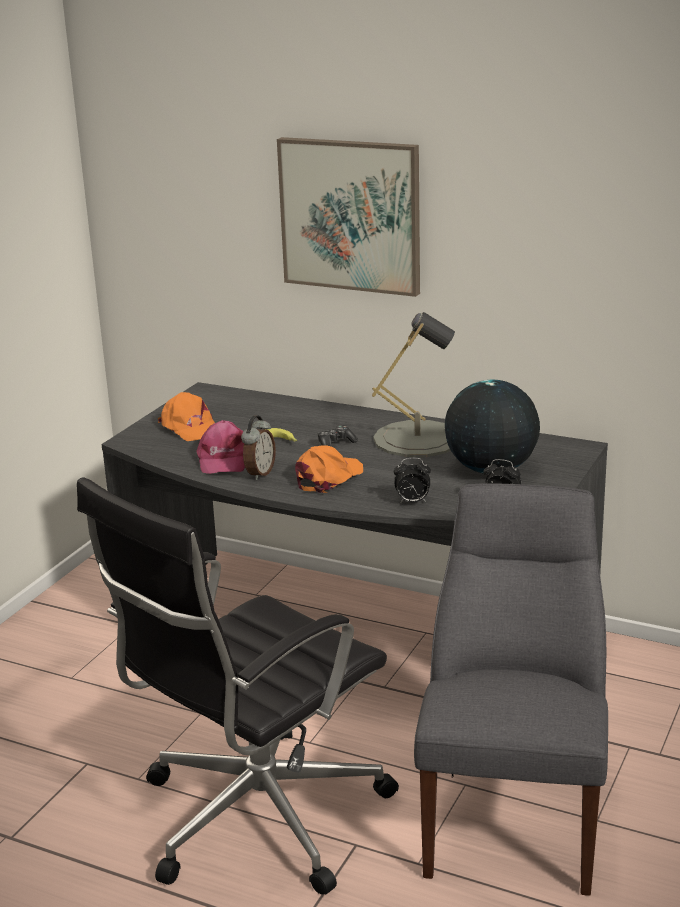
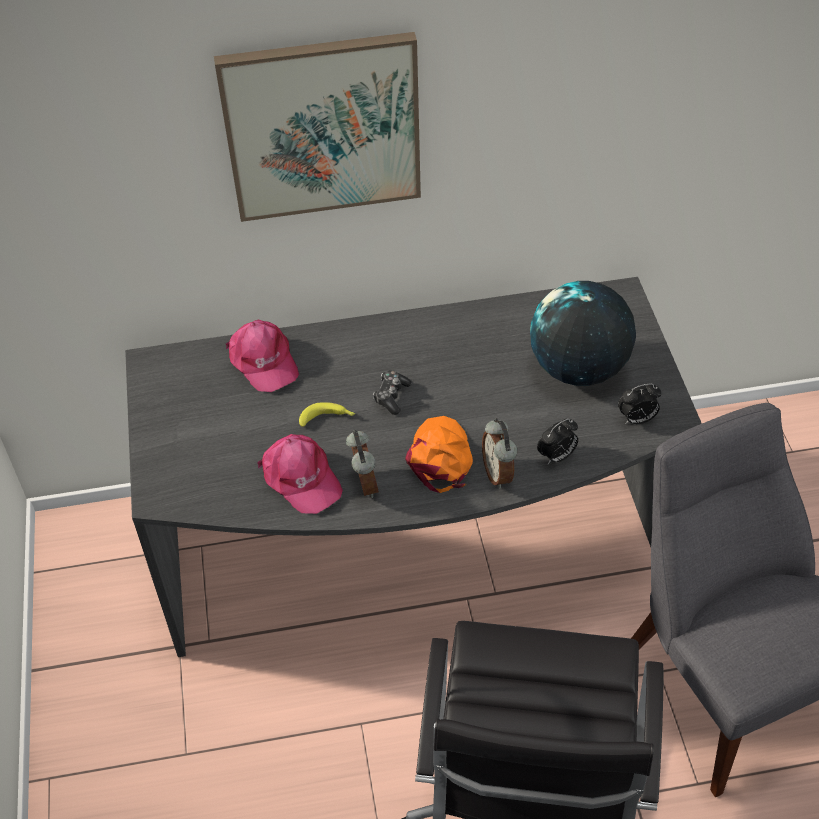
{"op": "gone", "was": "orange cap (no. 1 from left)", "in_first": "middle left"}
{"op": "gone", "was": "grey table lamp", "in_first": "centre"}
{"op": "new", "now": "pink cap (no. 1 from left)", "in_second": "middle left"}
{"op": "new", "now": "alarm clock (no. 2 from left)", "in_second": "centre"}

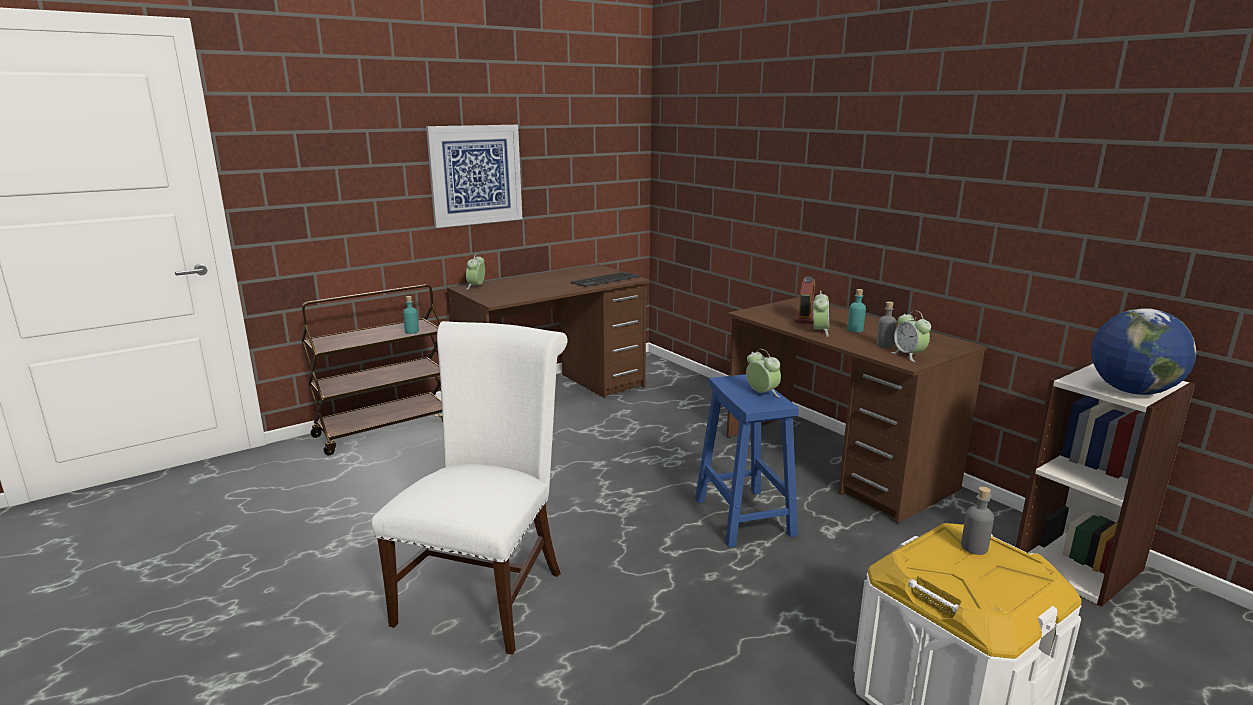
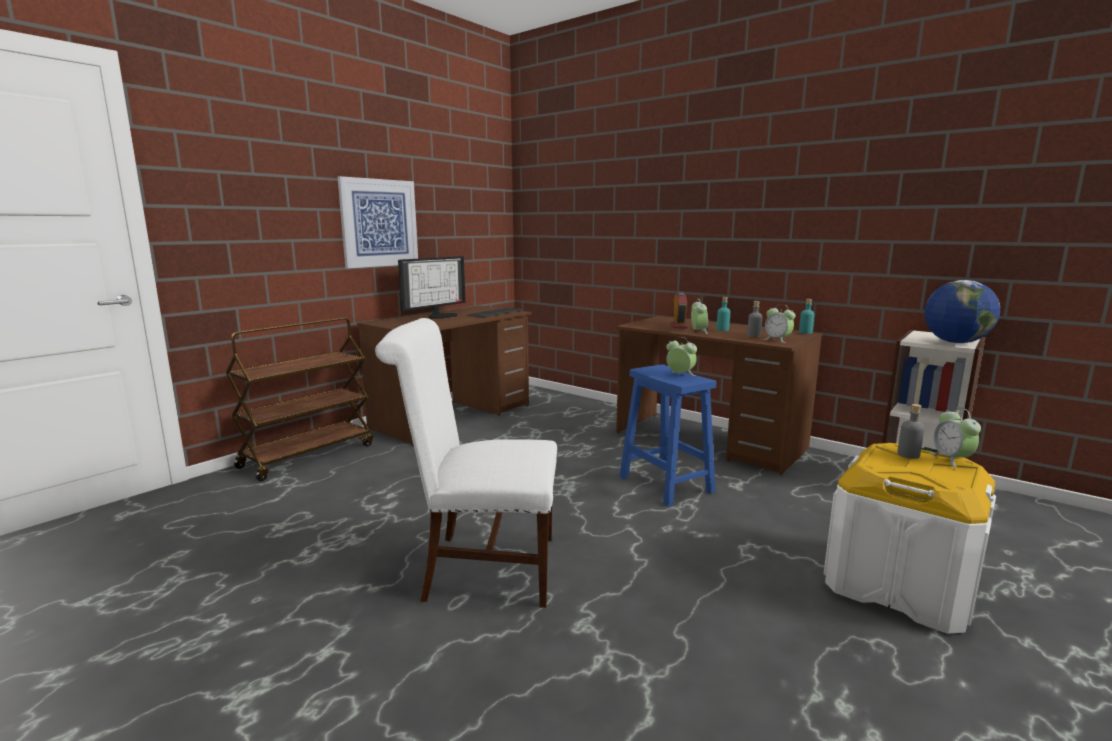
{"op": "rotated", "was": "white chair", "in_first": "bottom centre", "in_second": "centre", "clockwise": -90}
{"op": "shifted", "was": "turquoise bottle (no. 1 from left in the first image)", "now": "turquoise bottle (no. 2 from left)", "in_first": "middle left", "in_second": "middle right"}
{"op": "shifted", "was": "alarm clock (no. 1 from left in the first image)", "now": "alarm clock (no. 5 from left)", "in_first": "centre", "in_second": "middle right"}
{"op": "new", "now": "monitor", "in_second": "centre"}

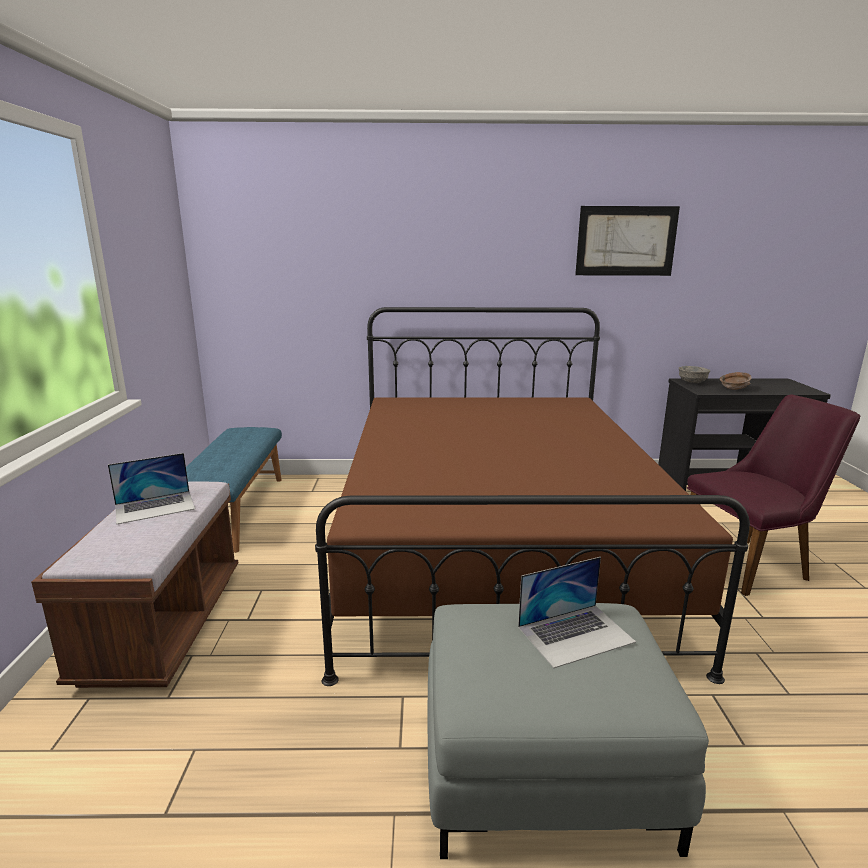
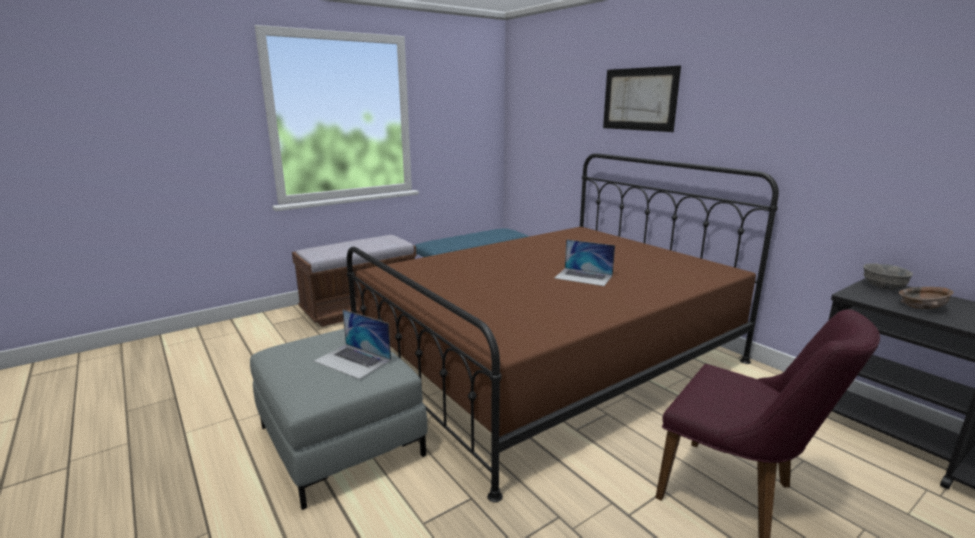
{"op": "shifted", "was": "laptop (no. 1 from left in the first image)", "now": "laptop (no. 2 from left)", "in_first": "middle left", "in_second": "centre"}
{"op": "shifted", "was": "picture", "in_first": "top right", "in_second": "top centre"}

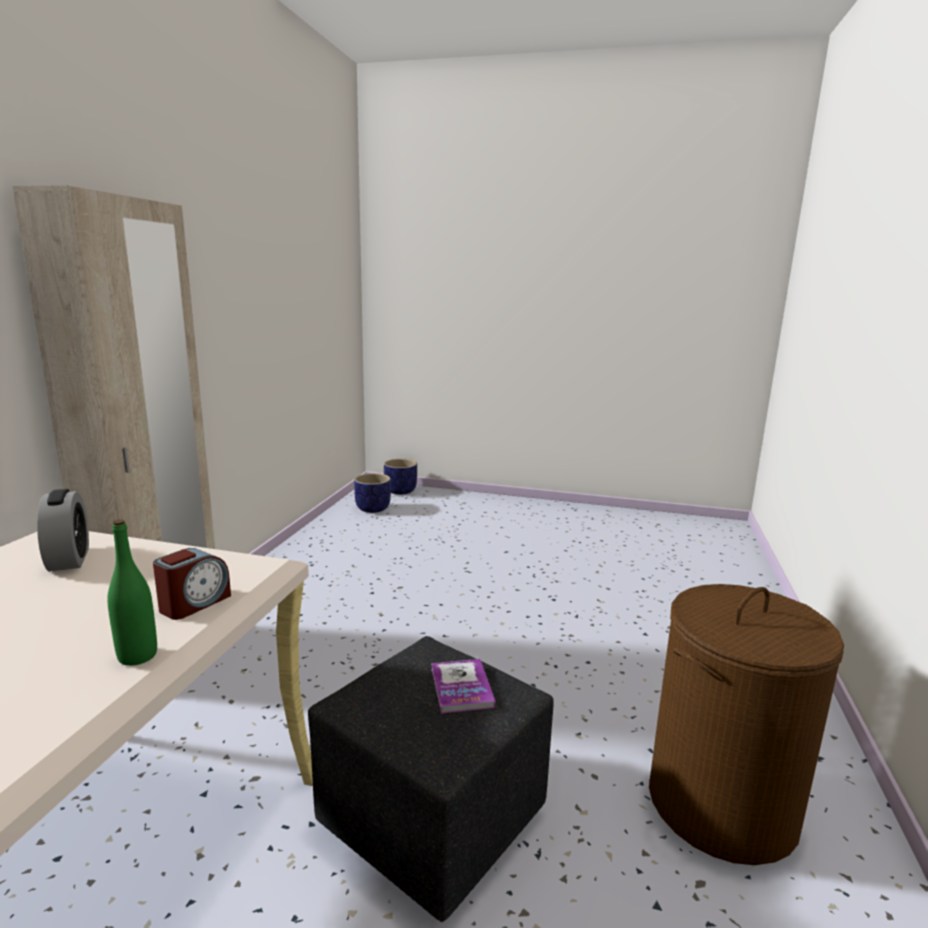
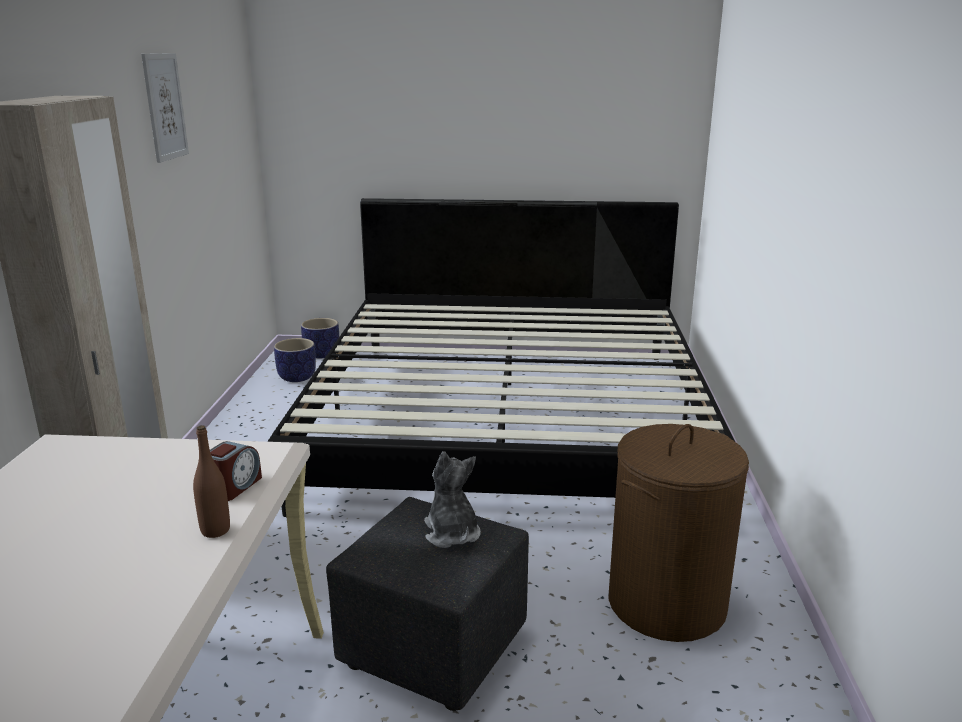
{"op": "gone", "was": "alarm clock (no. 1 from left)", "in_first": "middle left"}
{"op": "repainted", "was": "green bottle", "now": "brown bottle", "in_first": "middle left", "in_second": "middle left"}
{"op": "swapped", "was": "book", "now": "plush toy", "in_first": "bottom centre", "in_second": "bottom centre"}
{"op": "new", "now": "picture", "in_second": "top left"}
{"op": "new", "now": "bed", "in_second": "centre"}

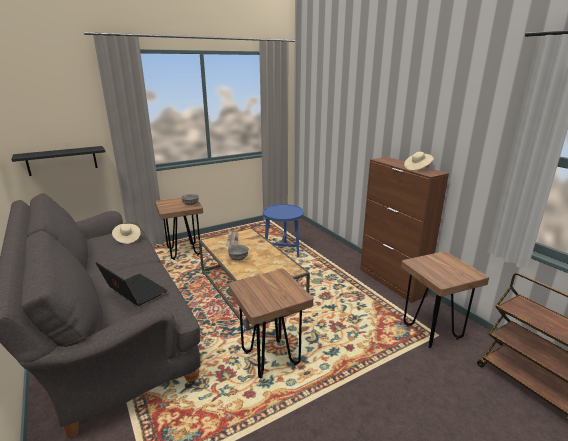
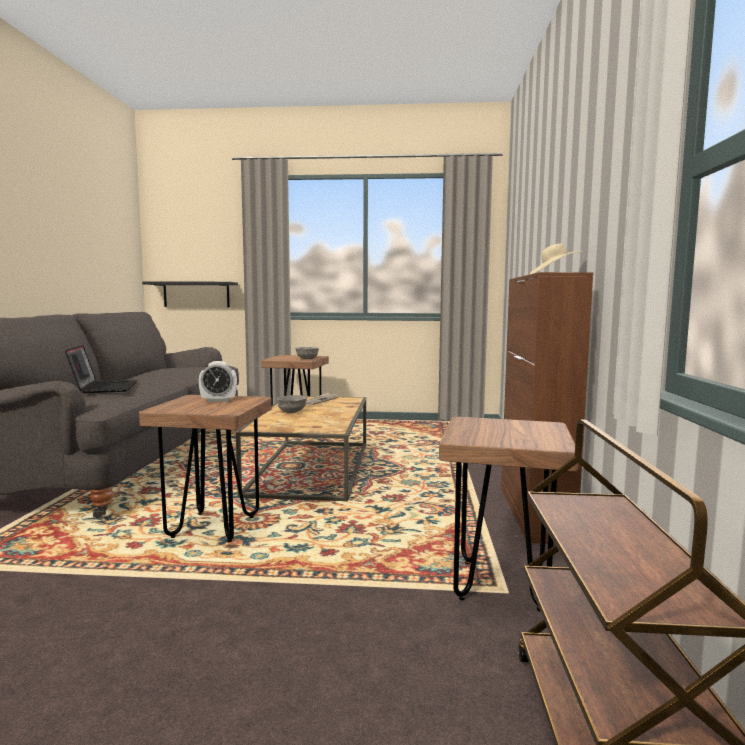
{"op": "gone", "was": "beige hat (no. 1 from left)", "in_first": "middle left"}
{"op": "gone", "was": "blue side table", "in_first": "centre"}
{"op": "new", "now": "alarm clock", "in_second": "middle left"}

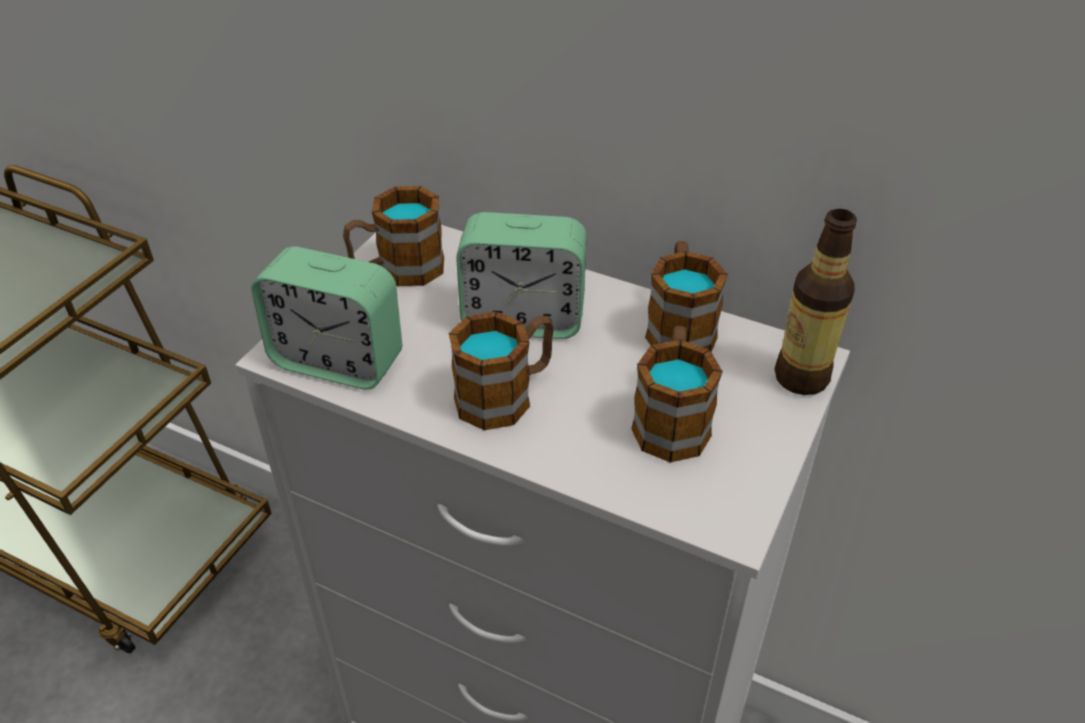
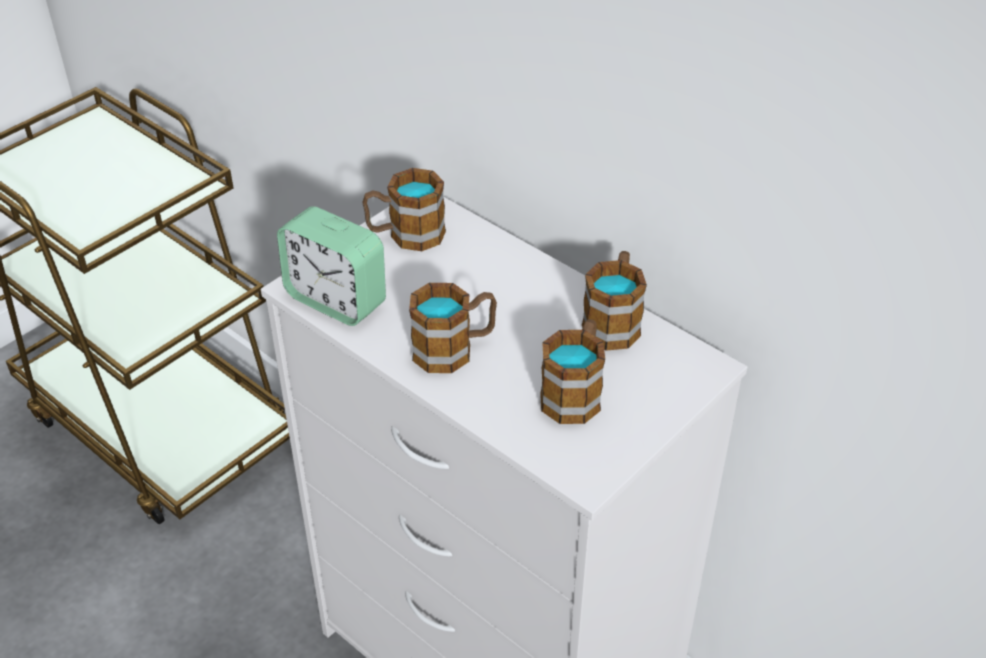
{"op": "gone", "was": "alarm clock (no. 2 from left)", "in_first": "centre"}
{"op": "gone", "was": "bottle", "in_first": "middle right"}

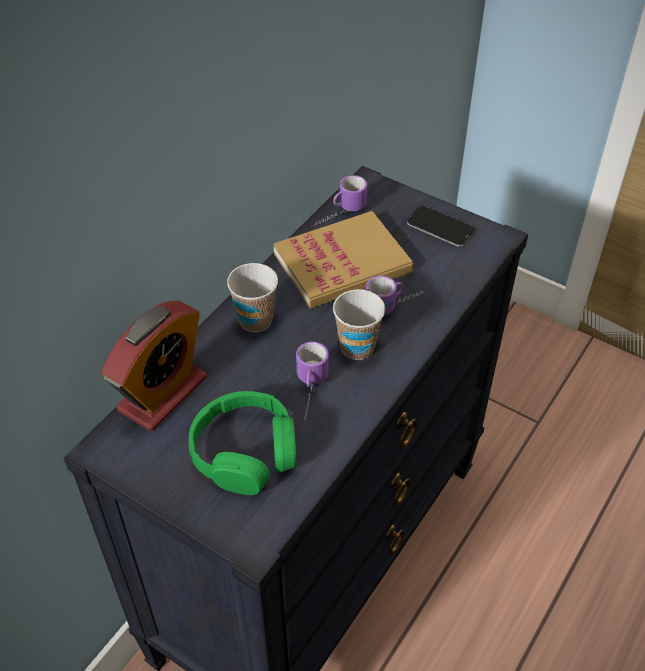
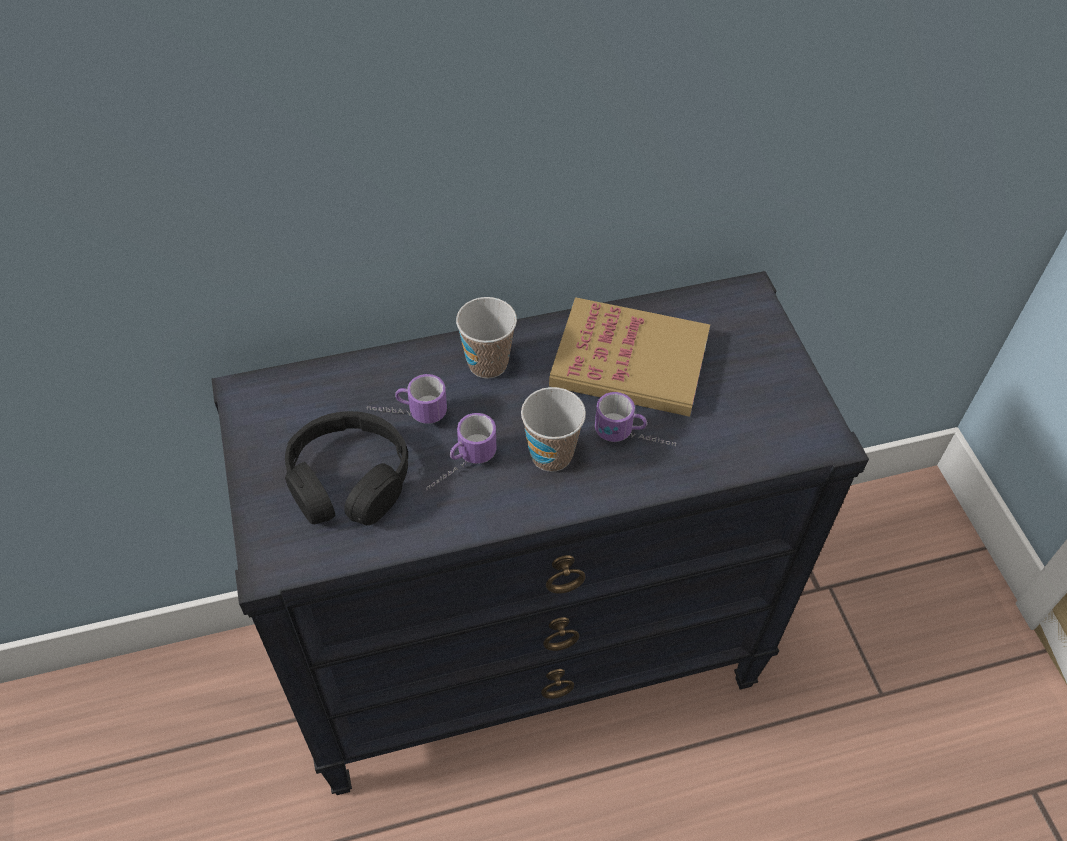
{"op": "gone", "was": "alarm clock", "in_first": "middle left"}
{"op": "repainted", "was": "green headphones", "now": "black headphones", "in_first": "centre", "in_second": "middle left"}
{"op": "shifted", "was": "mug (no. 2 from left in the first image)", "now": "mug (no. 1 from left)", "in_first": "top centre", "in_second": "centre"}
{"op": "gone", "was": "phone", "in_first": "middle right"}

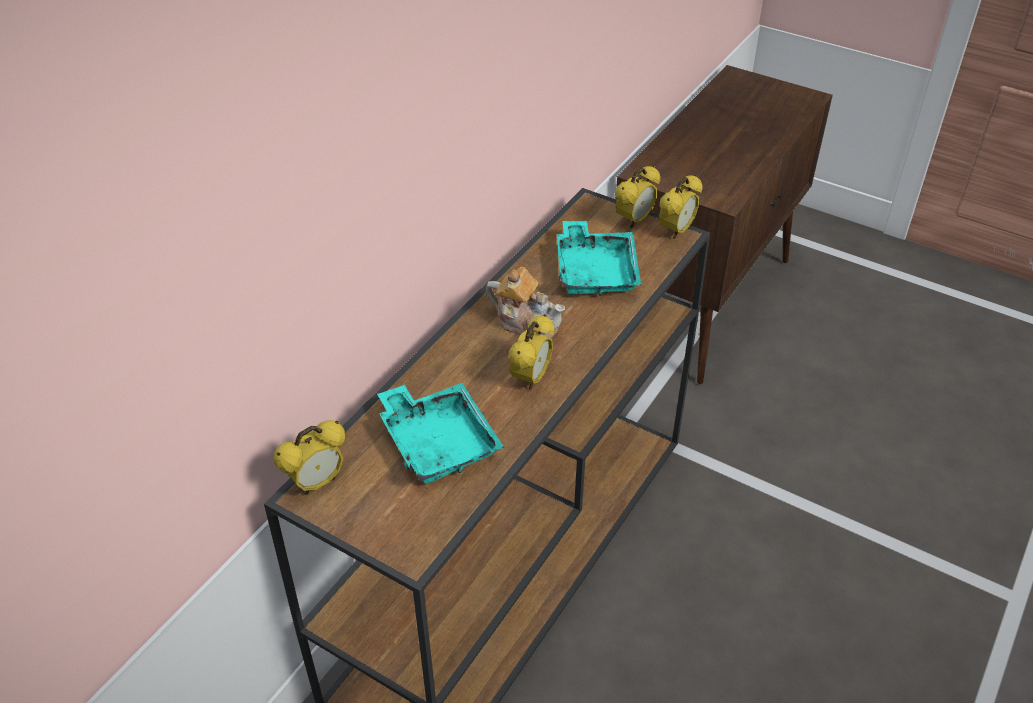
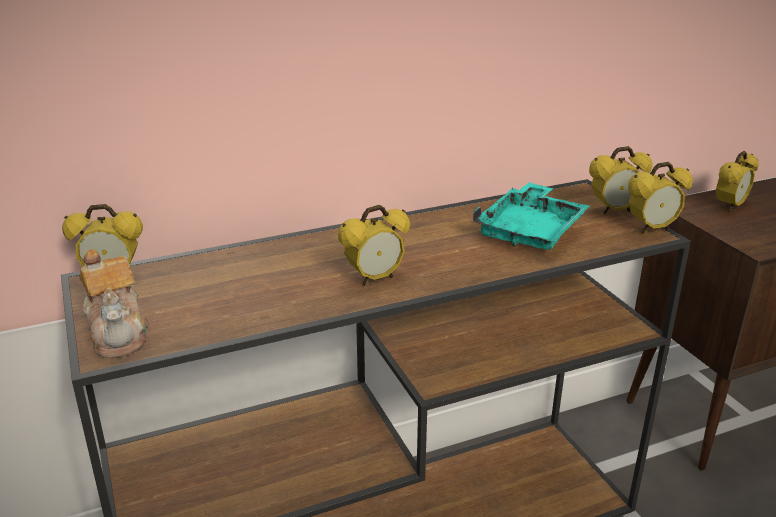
{"op": "gone", "was": "turquoise tray (no. 1 from left)", "in_first": "centre"}
{"op": "shifted", "was": "teapot", "in_first": "centre", "in_second": "middle left"}
{"op": "new", "now": "alarm clock (no. 5 from left)", "in_second": "middle right"}

